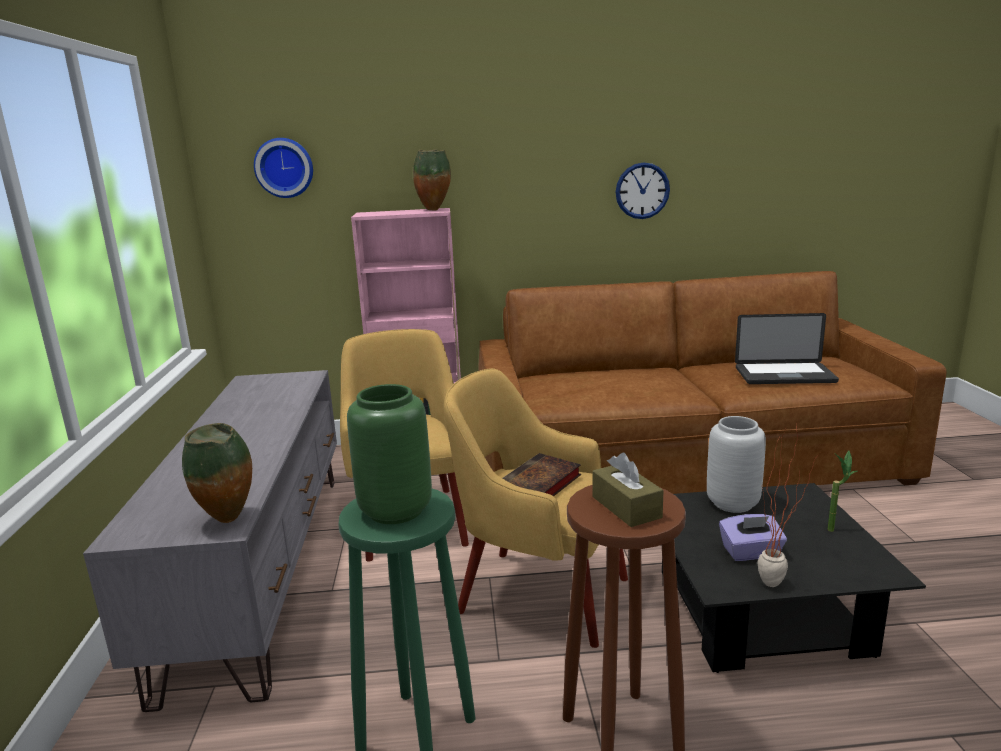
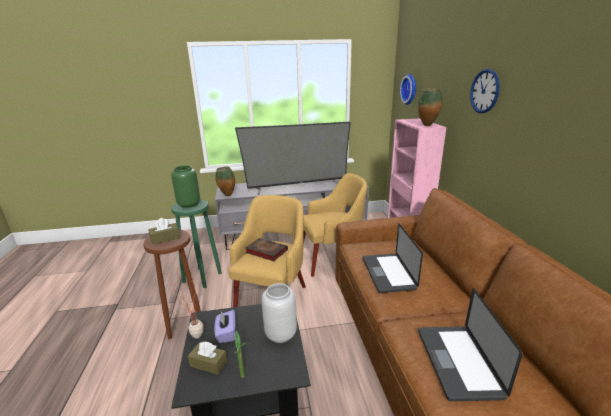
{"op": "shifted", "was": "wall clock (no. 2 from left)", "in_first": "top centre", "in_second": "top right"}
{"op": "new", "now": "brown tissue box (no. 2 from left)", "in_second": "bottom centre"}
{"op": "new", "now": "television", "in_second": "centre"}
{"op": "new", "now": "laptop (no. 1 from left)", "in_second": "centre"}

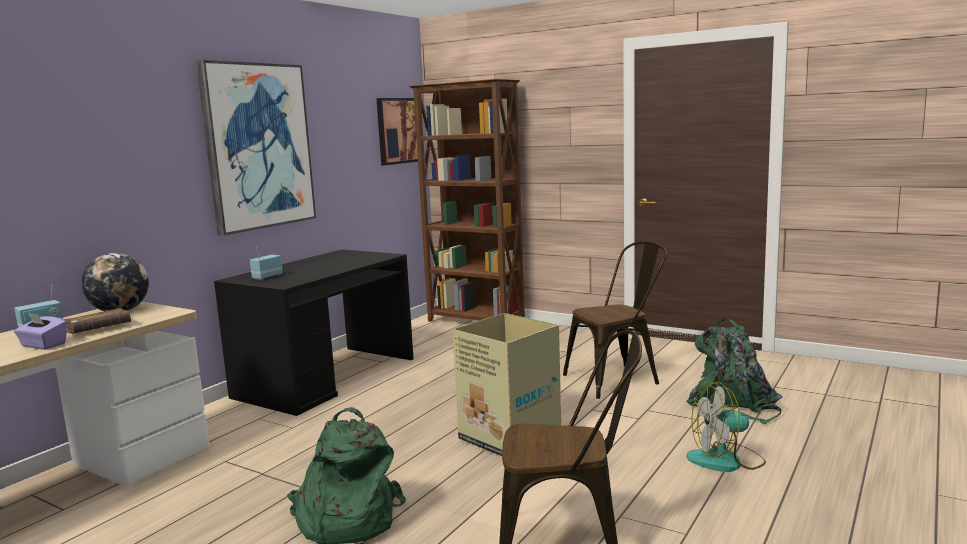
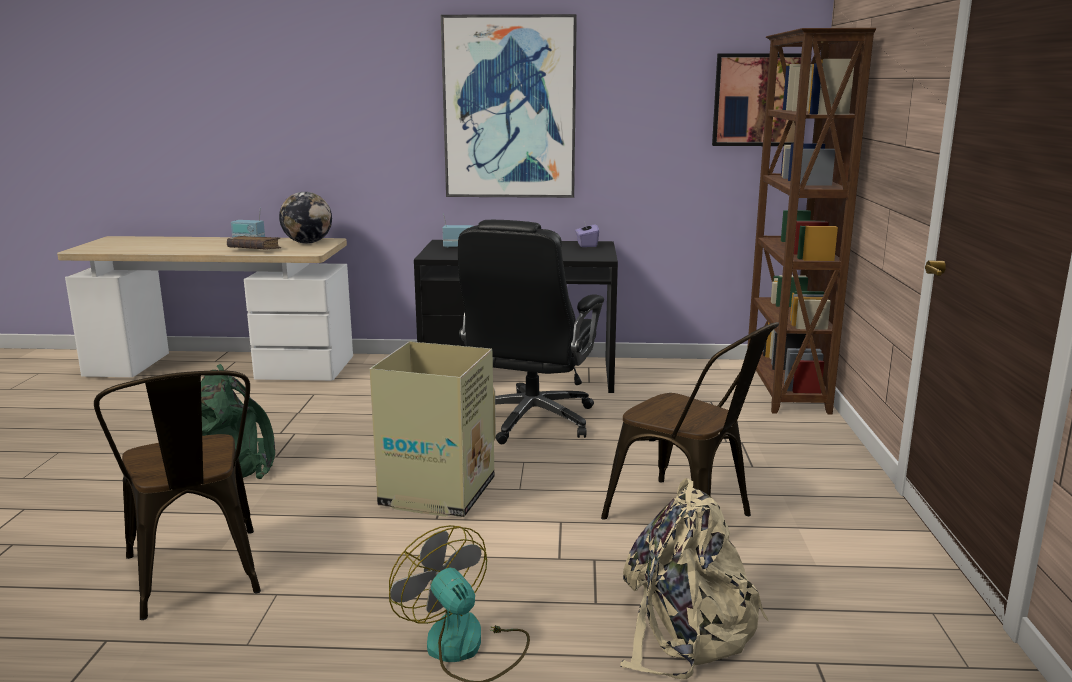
{"op": "shifted", "was": "purple tissue box", "in_first": "middle left", "in_second": "centre"}
{"op": "repainted", "was": "green backpack (no. 2 from left)", "now": "beige backpack", "in_first": "bottom right", "in_second": "bottom centre"}
{"op": "new", "now": "black office chair", "in_second": "centre"}

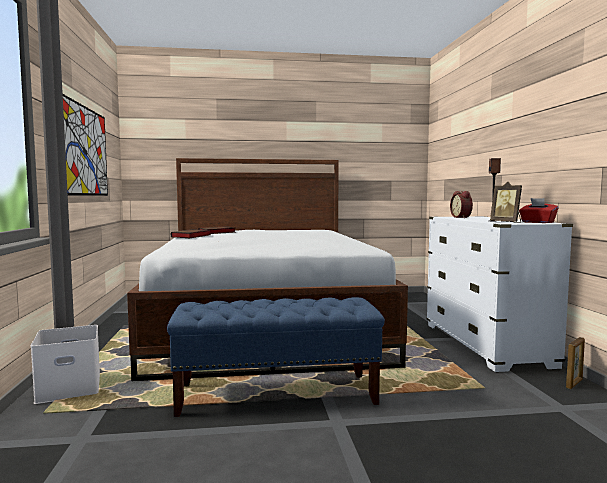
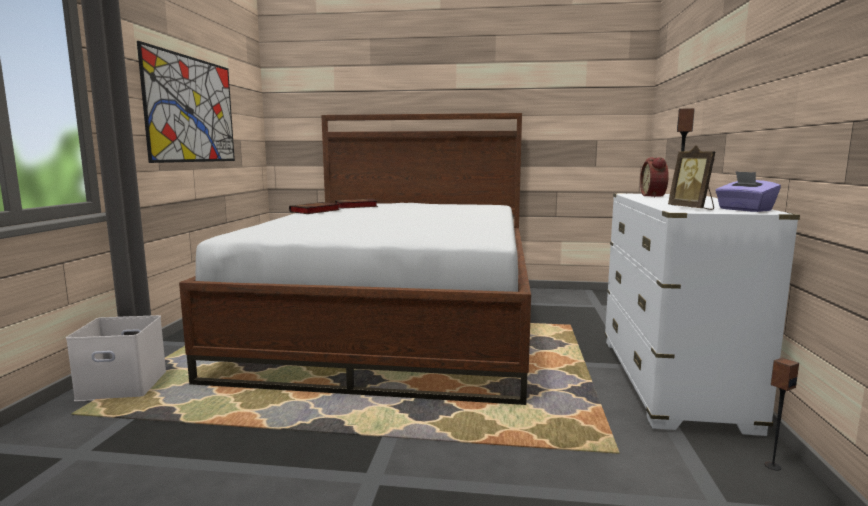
{"op": "gone", "was": "blue bench", "in_first": "bottom centre"}
{"op": "repainted", "was": "red tissue box", "now": "purple tissue box", "in_first": "middle right", "in_second": "middle right"}
{"op": "swapped", "was": "picture frame (no. 2 from left)", "now": "speaker (no. 2 from left)", "in_first": "bottom right", "in_second": "bottom right"}

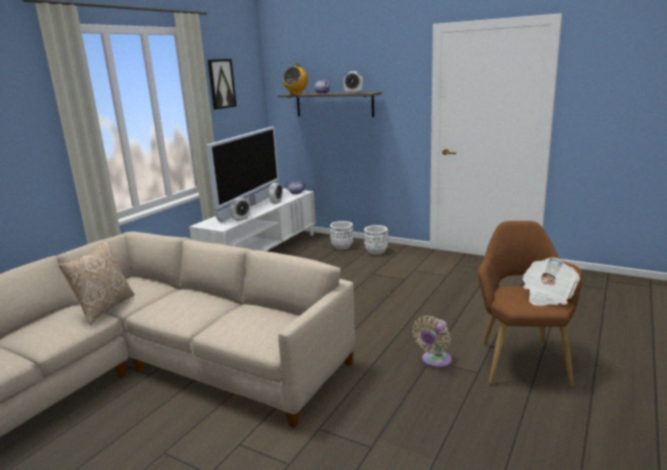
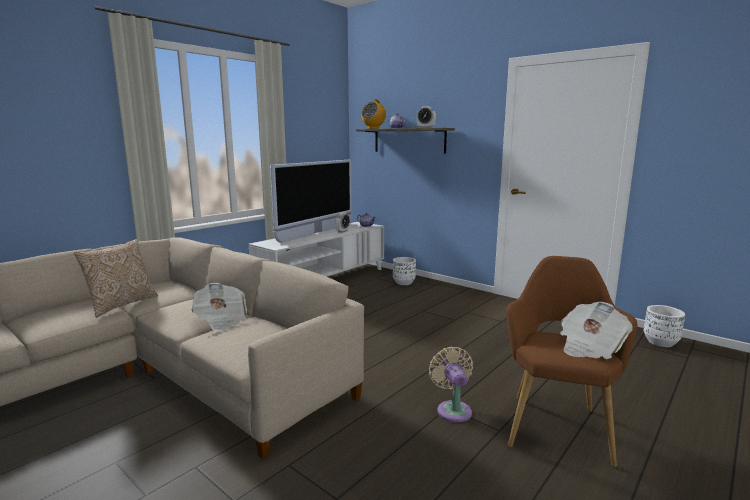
{"op": "gone", "was": "picture", "in_first": "top left"}
{"op": "gone", "was": "alarm clock (no. 1 from left)", "in_first": "centre"}
{"op": "shifted", "was": "white planter (no. 2 from left)", "in_first": "centre", "in_second": "middle right"}
{"op": "rotated", "was": "beige fan", "in_first": "bottom centre", "in_second": "bottom centre", "clockwise": 120}
{"op": "new", "now": "newspaper (no. 1 from left)", "in_second": "middle left"}

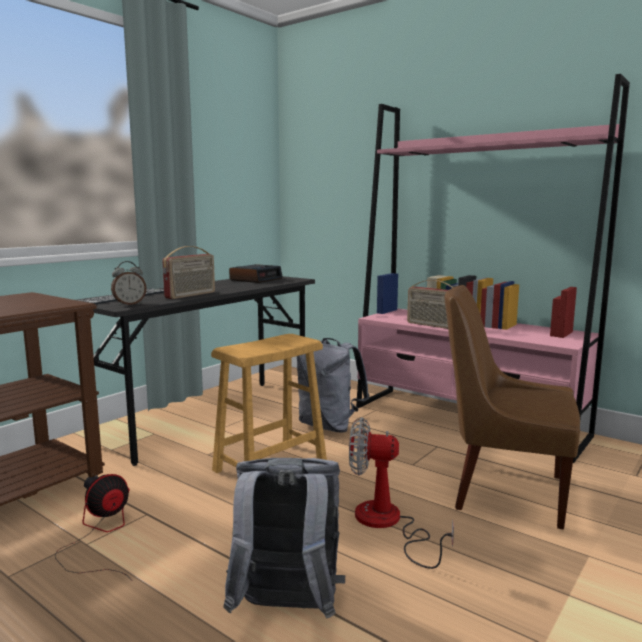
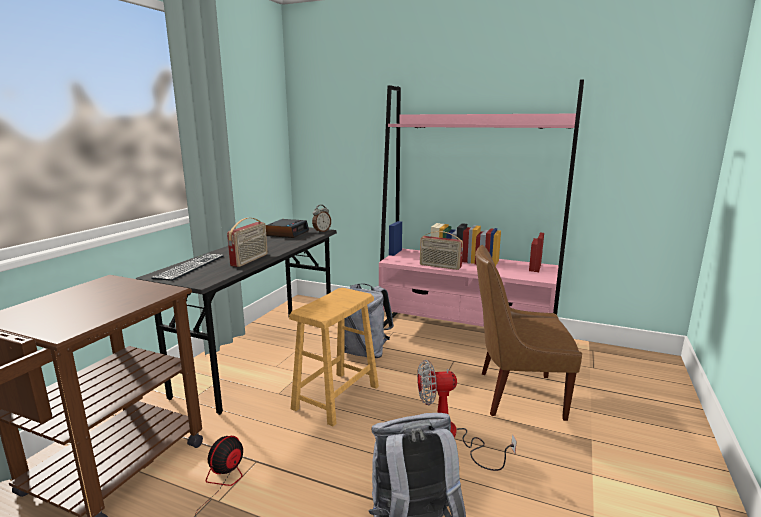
{"op": "shifted", "was": "alarm clock (no. 1 from left in the first image)", "now": "alarm clock (no. 2 from left)", "in_first": "middle left", "in_second": "centre"}

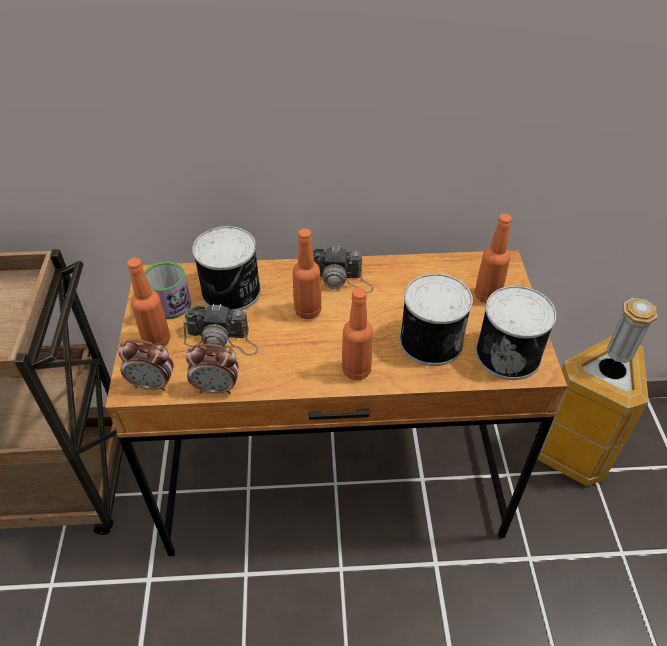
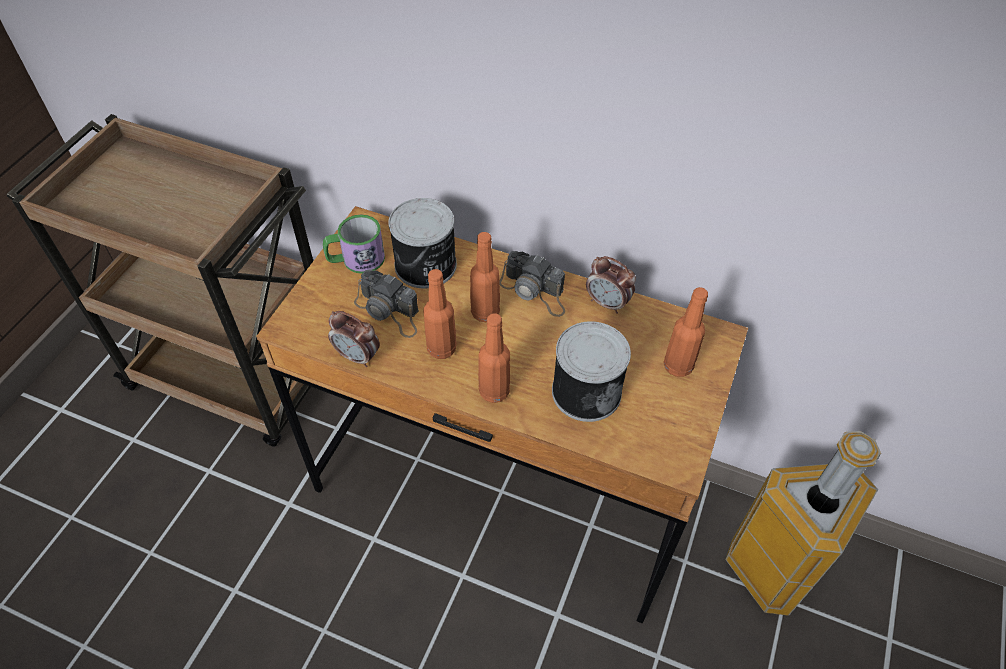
{"op": "shifted", "was": "alarm clock (no. 1 from left in the first image)", "now": "alarm clock (no. 2 from left)", "in_first": "middle left", "in_second": "centre"}
{"op": "shifted", "was": "orange bottle (no. 1 from left)", "in_first": "middle left", "in_second": "centre"}
{"op": "gone", "was": "can (no. 3 from left)", "in_first": "middle right"}

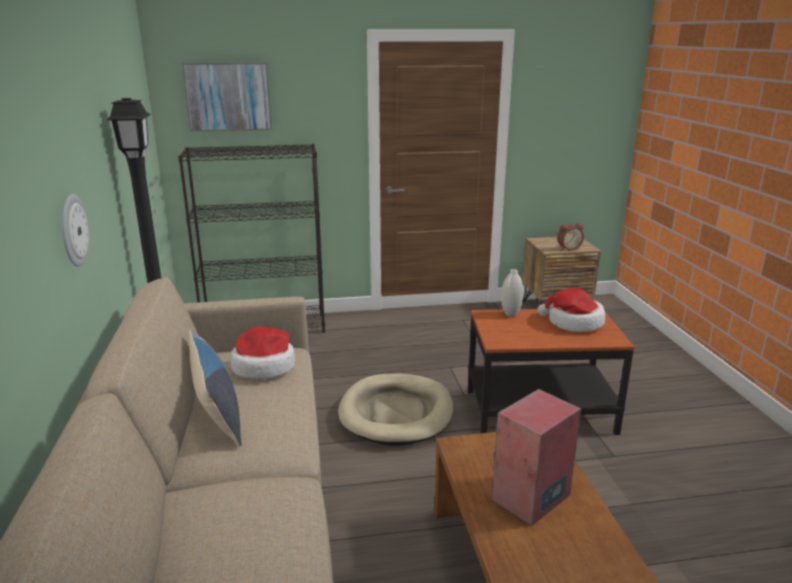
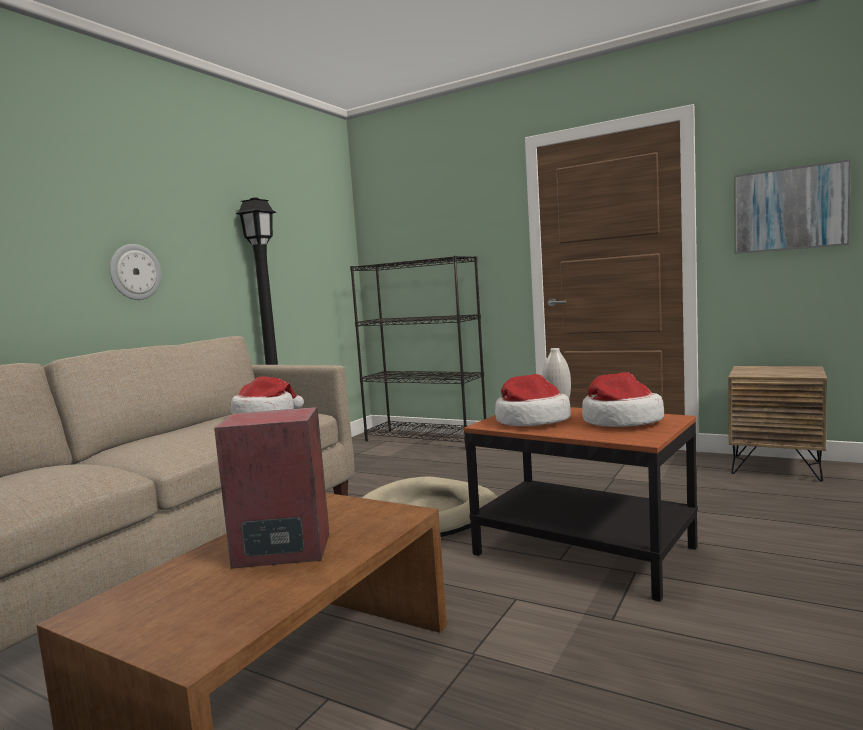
{"op": "shifted", "was": "picture", "in_first": "top left", "in_second": "top right"}
{"op": "gone", "was": "pillow", "in_first": "middle left"}
{"op": "gone", "was": "alarm clock", "in_first": "middle right"}
{"op": "new", "now": "hat (no. 2 from left)", "in_second": "centre"}

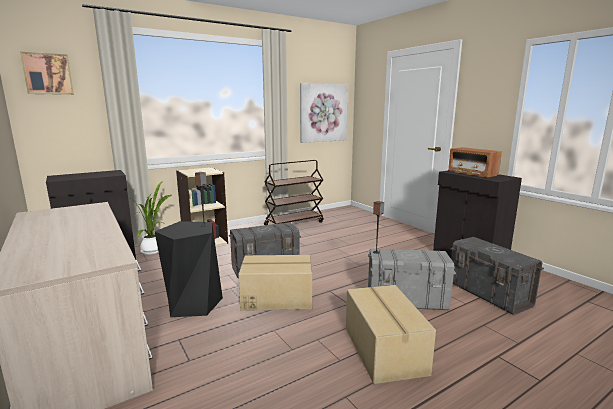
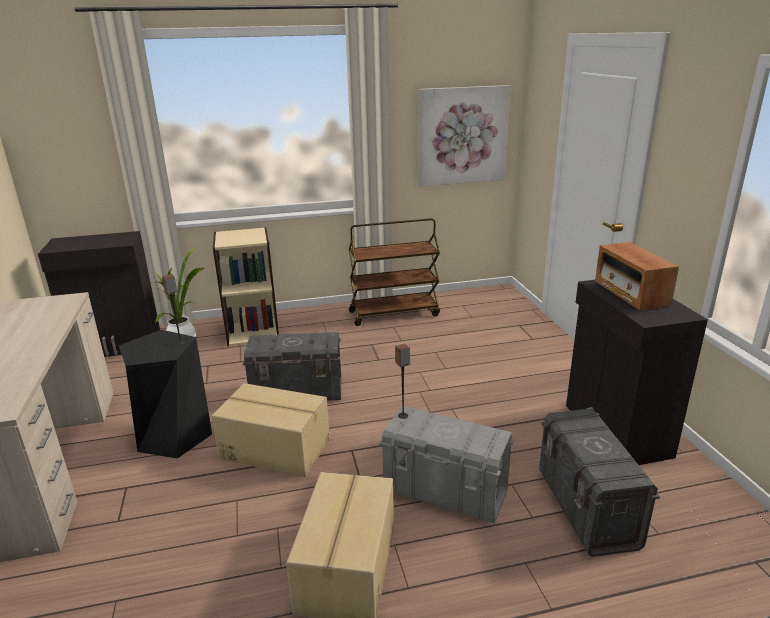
{"op": "gone", "was": "picture (no. 1 from left)", "in_first": "top left"}

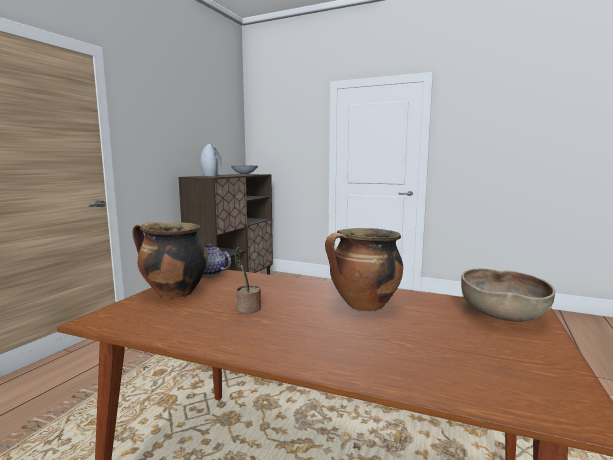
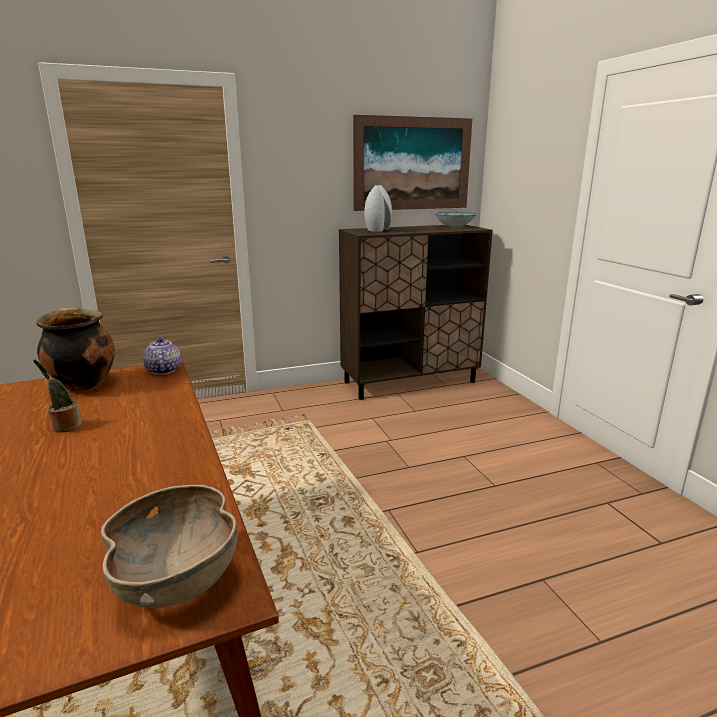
{"op": "gone", "was": "cooking pot (no. 2 from left)", "in_first": "centre"}
{"op": "new", "now": "picture", "in_second": "top centre"}

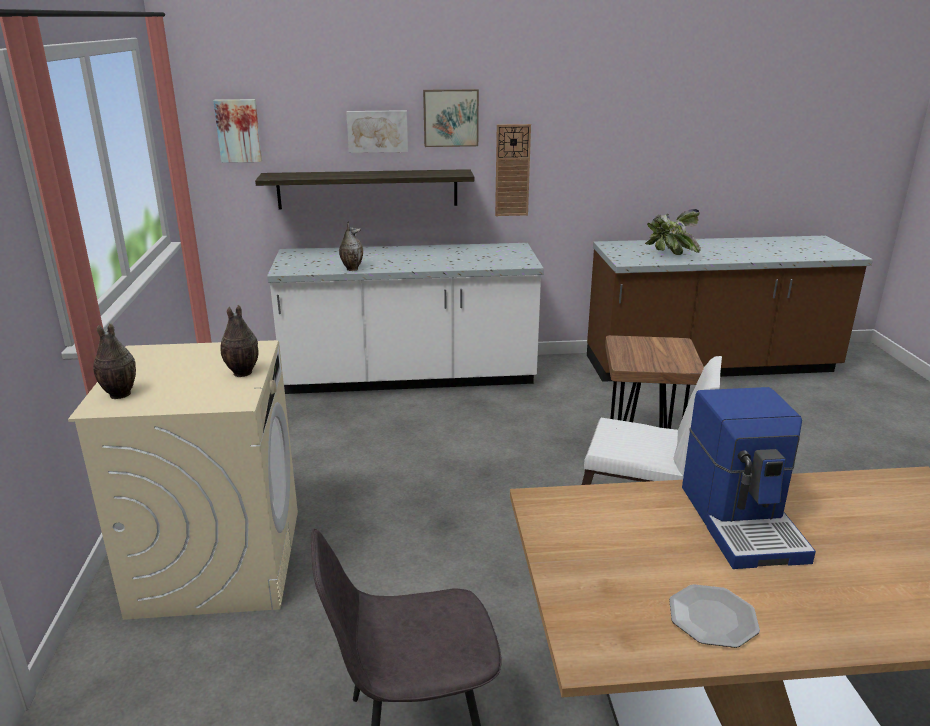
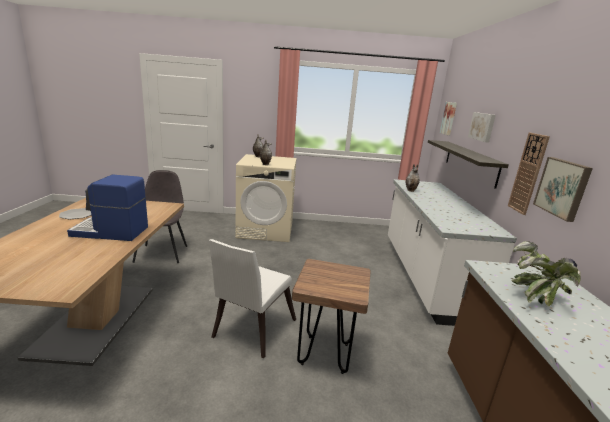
{"op": "shifted", "was": "picture (no. 3 from left)", "in_first": "top centre", "in_second": "middle right"}

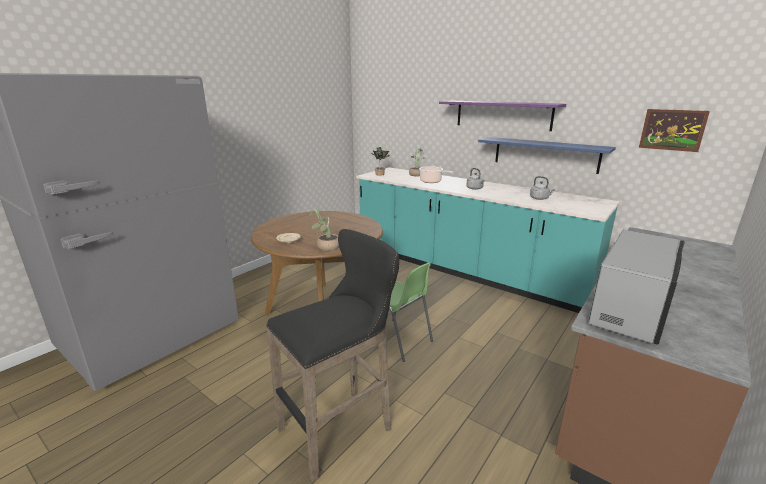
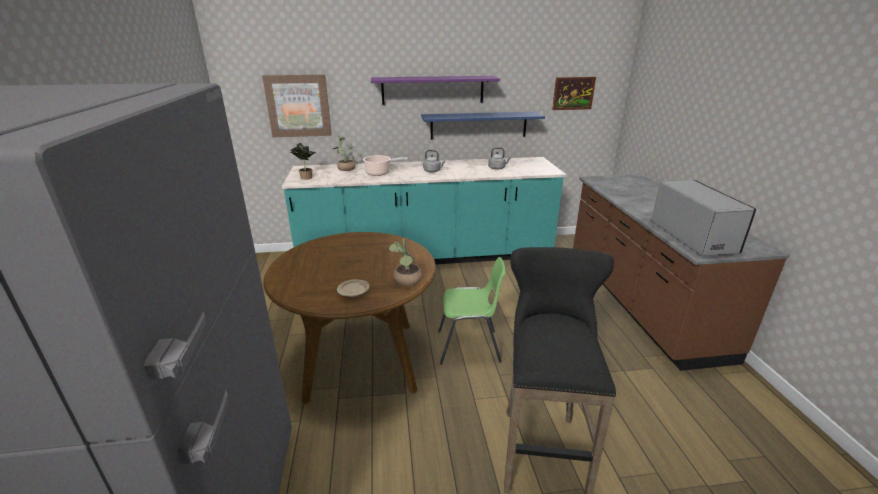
{"op": "new", "now": "picture (no. 1 from left)", "in_second": "top centre"}

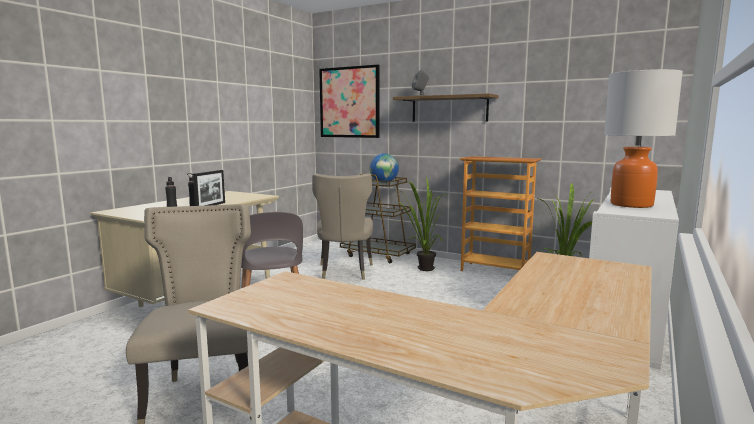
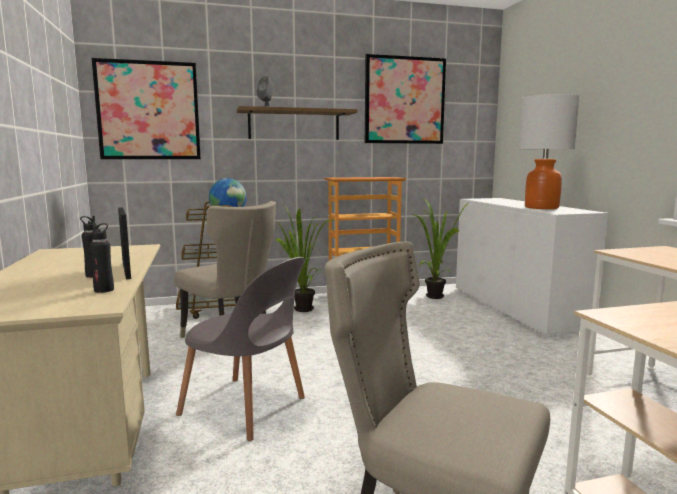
{"op": "new", "now": "picture (no. 2 from left)", "in_second": "top centre"}

